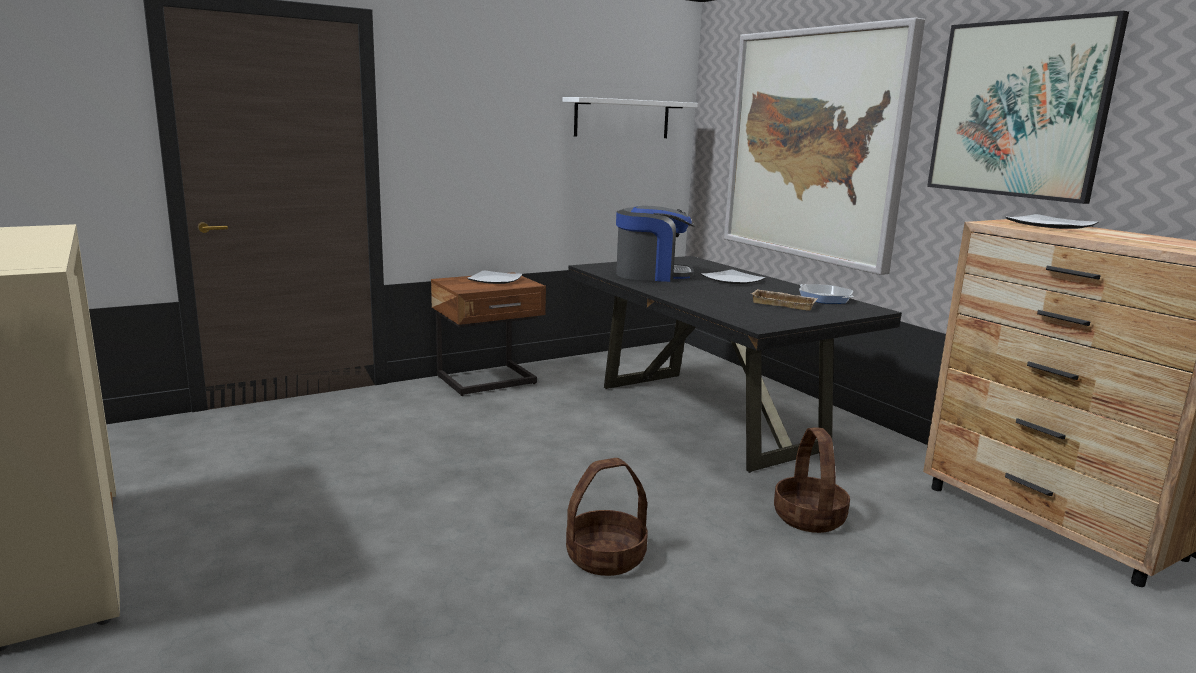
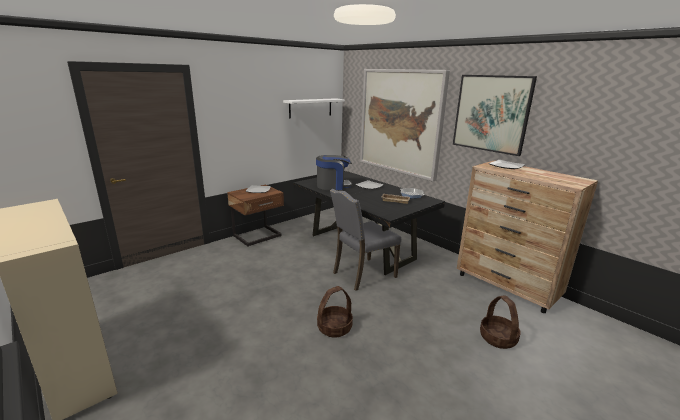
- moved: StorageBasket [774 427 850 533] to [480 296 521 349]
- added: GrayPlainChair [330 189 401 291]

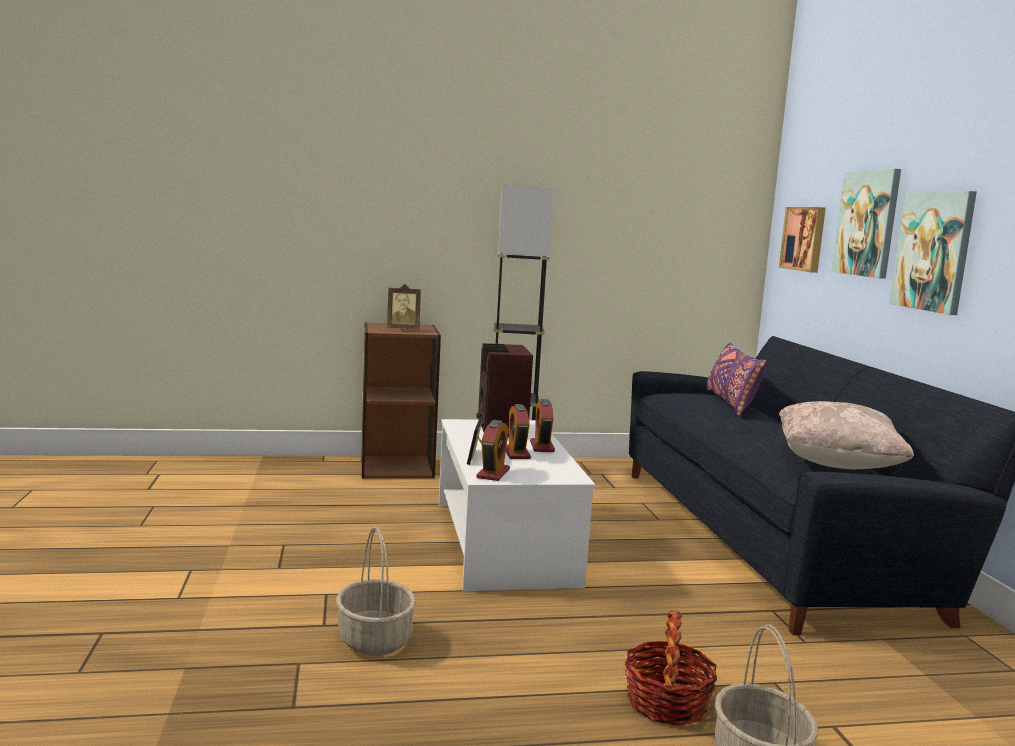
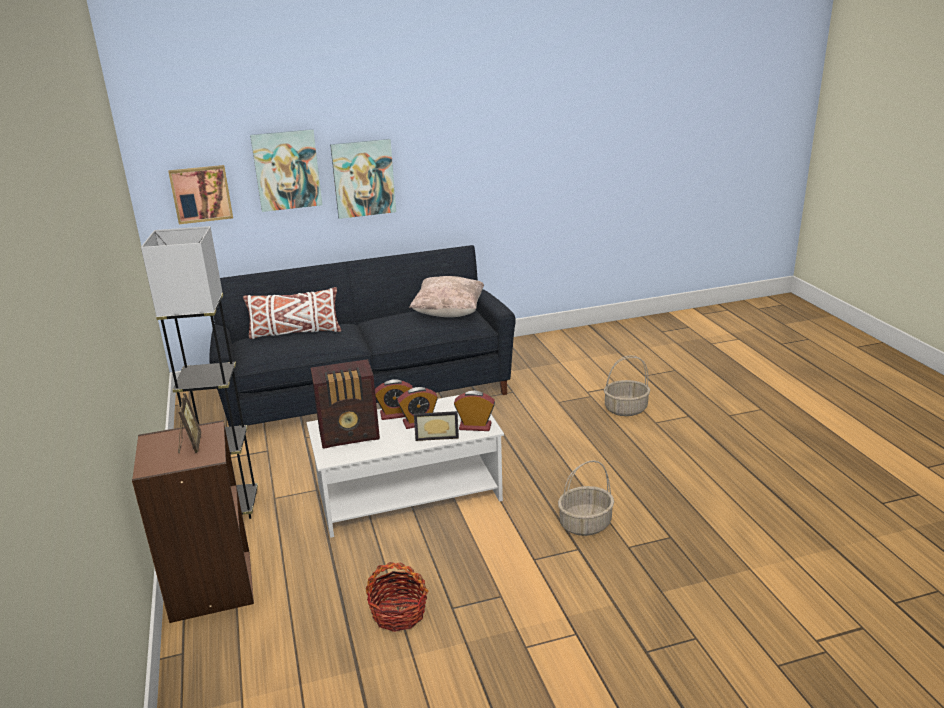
- recoloured: PurpleColouredPillow [706 343 767 416] to WhitishPillow [243 287 341 339]
- moved: StorageBasket [625 610 717 726] to [366 562 428 632]

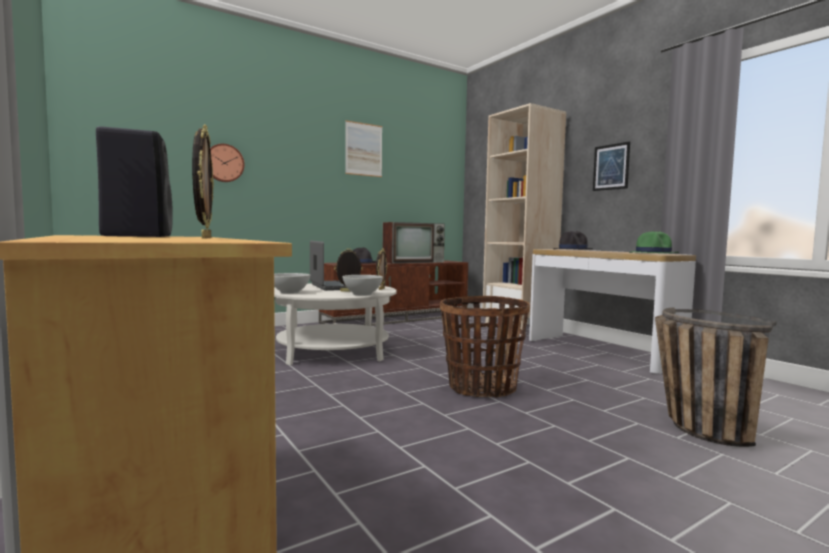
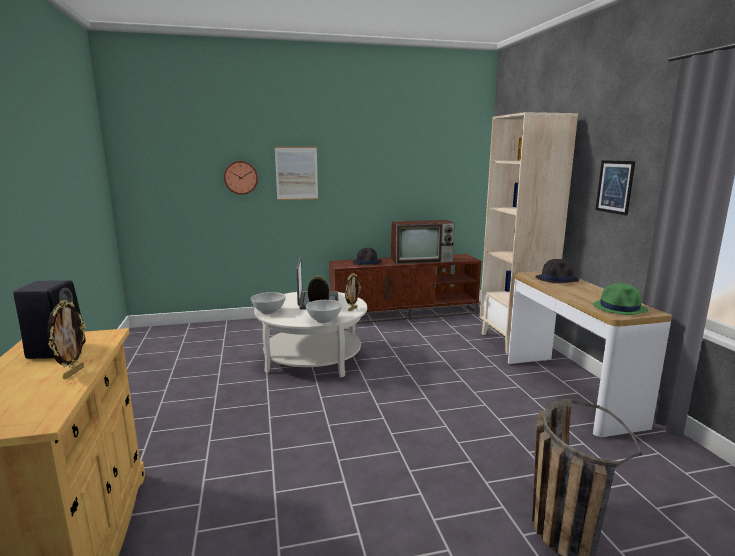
- moved: WallPicture [345 120 383 177] to [275 147 318 200]
- removed: StorageBasket [440 296 530 398]

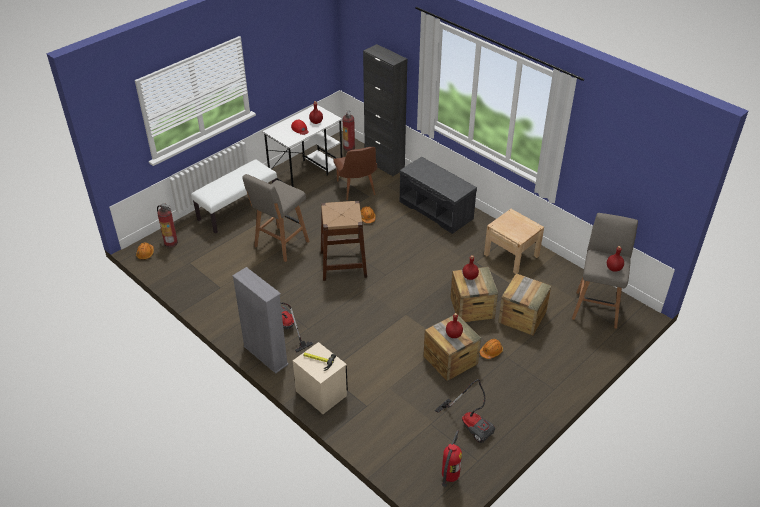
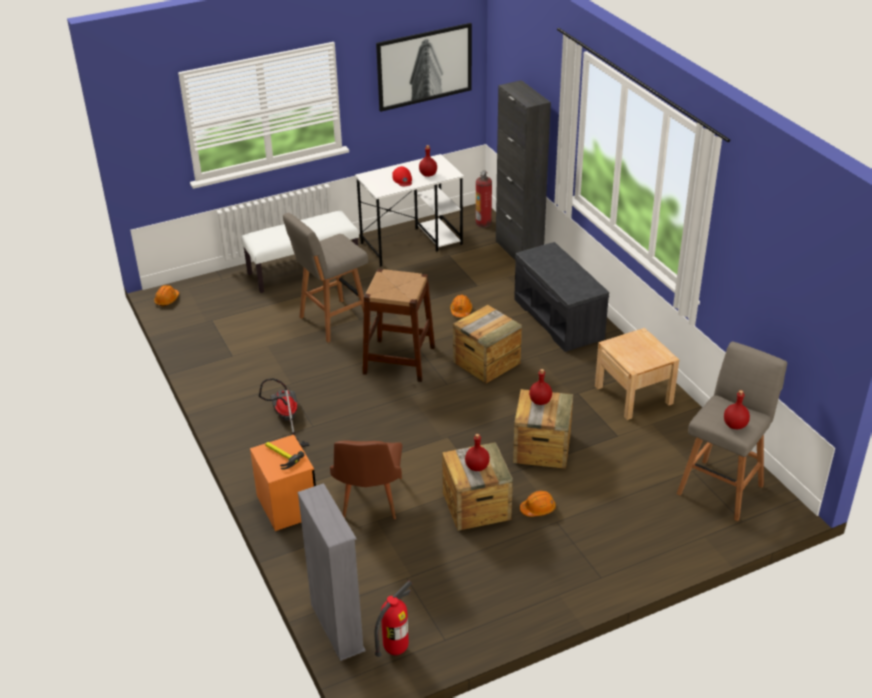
- moved: BrownPlainChair [333 147 377 200] to [330 440 402 519]
- removed: FireExtinguisher [157 204 178 247]
- moved: GrayBookshelf [232 267 289 374] to [297 483 366 661]
- moved: ShippingCrate [498 273 551 335] to [453 305 522 384]
- recoloured: BeigeNightTable [293 342 348 414] to OrangeColouredNightTable [250 435 316 531]
- removed: Hoover [435 379 495 443]
- added: WallPicture [376 23 472 112]

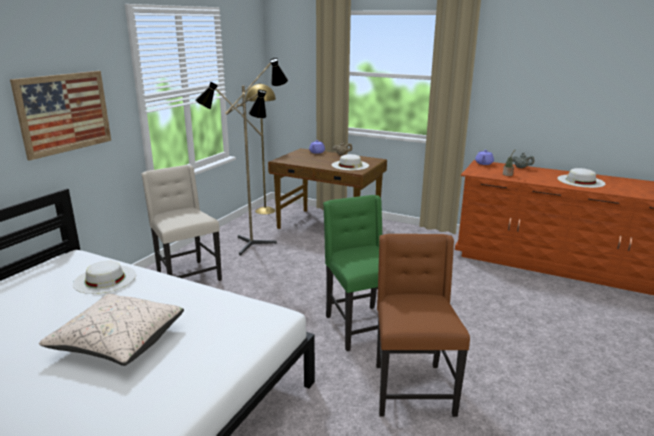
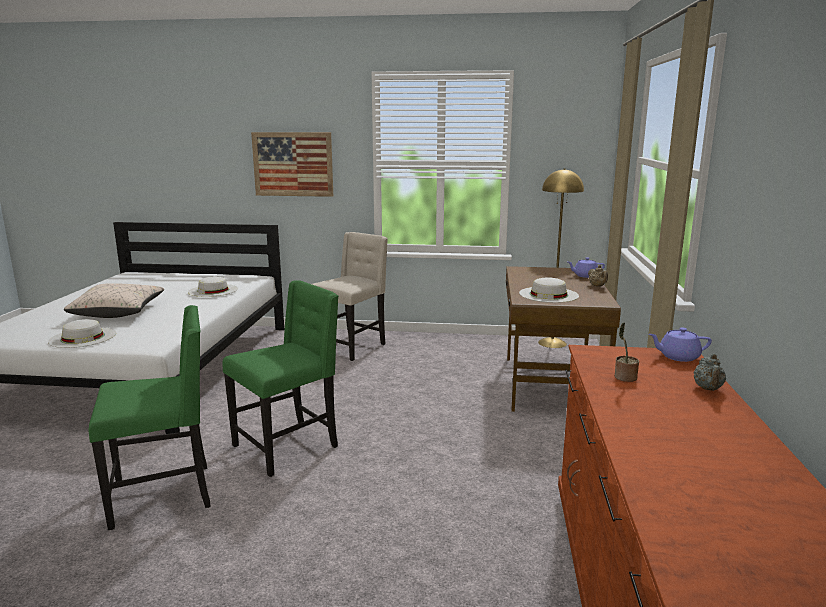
- removed: FloorLamp [195 58 288 255]
- moved: WhitishHat [557 168 606 188] to [48 319 116 348]
- recoloured: BrownPlainChair [376 234 470 417] to GreenColouredPlainChair [89 305 211 530]

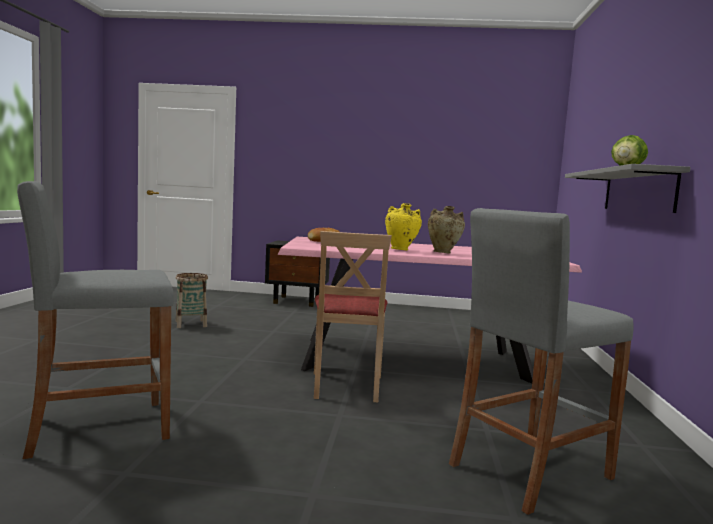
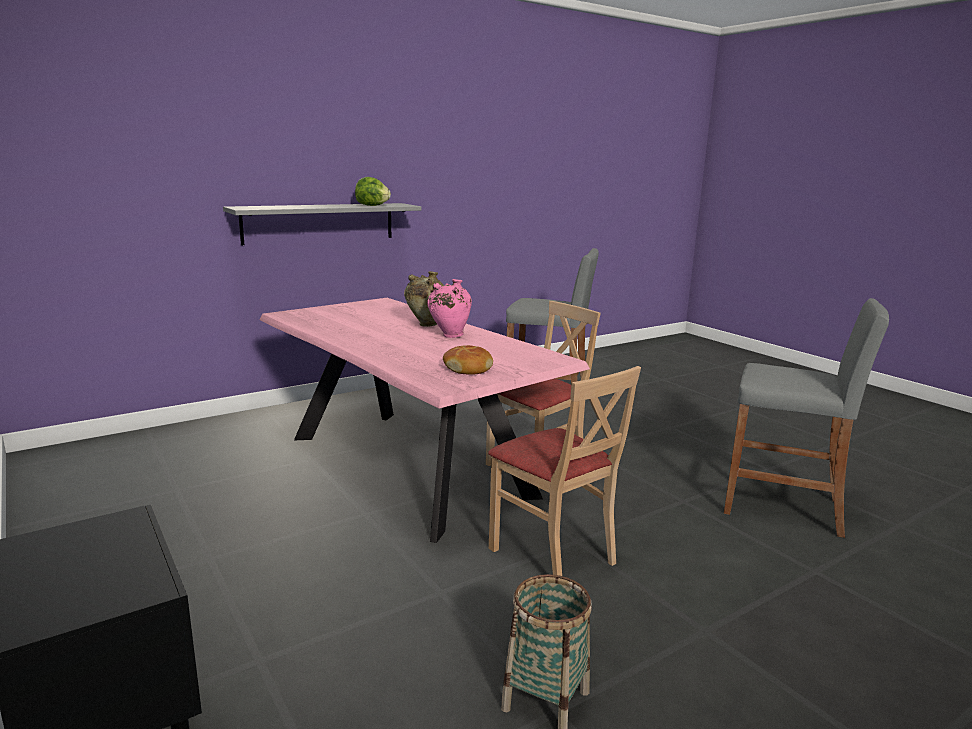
- recoloured: YellowColouredDecorativeVase [385 203 422 251] to PinkDecorativeVase [427 279 472 338]
- added: BeigePlainChair [488 366 641 576]

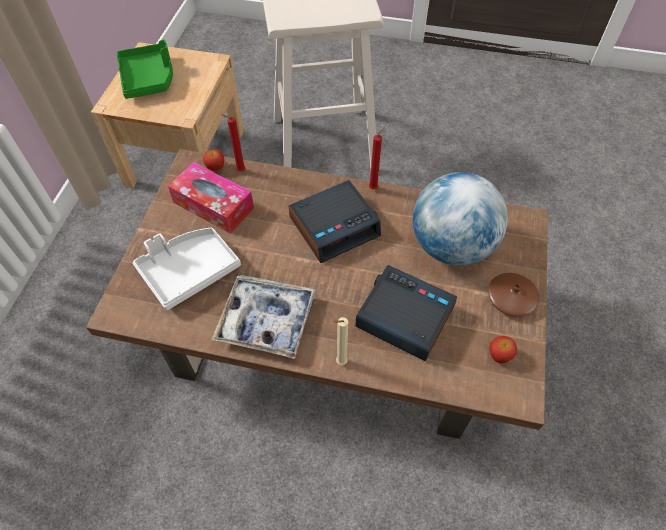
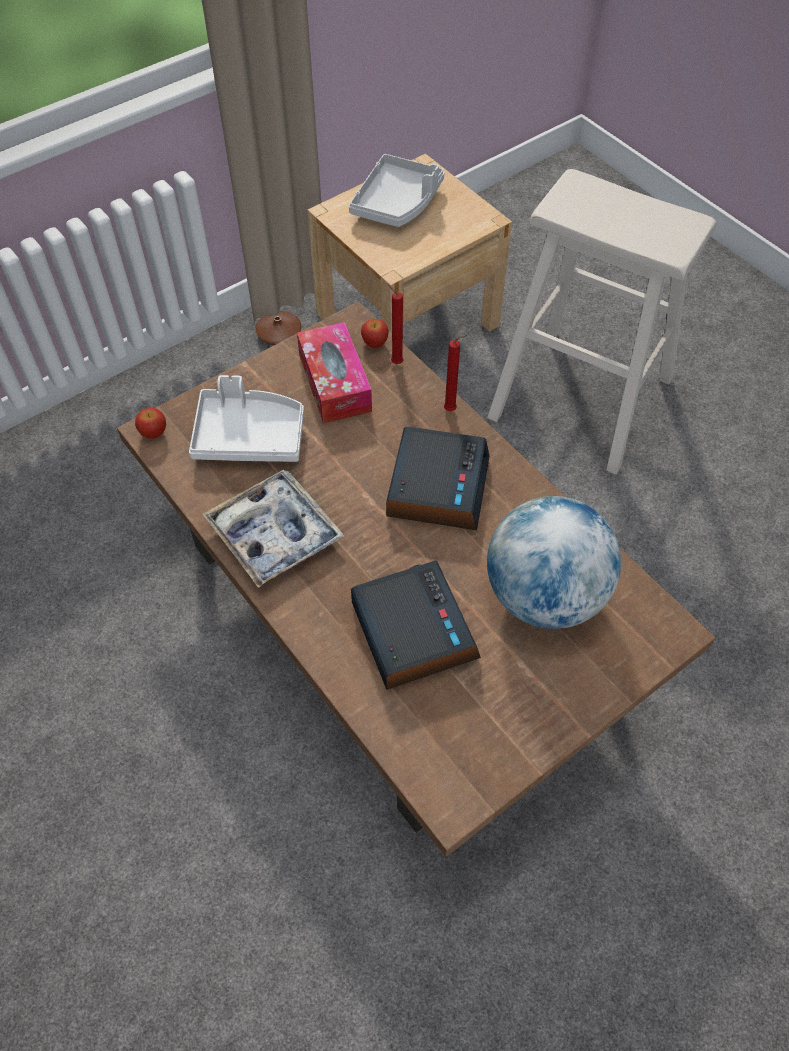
- recoloured: GreenColouredCarryingTray [117 39 173 99] to GrayCarryingTray [349 154 445 227]
- moved: RedWaxCandle [369 127 385 189] to [444 335 467 411]
- turned: TableClock [289 180 381 263] = [386 427 490 530] 90 degrees counterclockwise
- moved: BrownDecorativeVase [488 273 539 317] to [256 311 302 345]
- removed: BeigeWaxCandle [333 317 348 365]
- moved: AppleFruit [489 336 517 363] to [135 408 166 439]

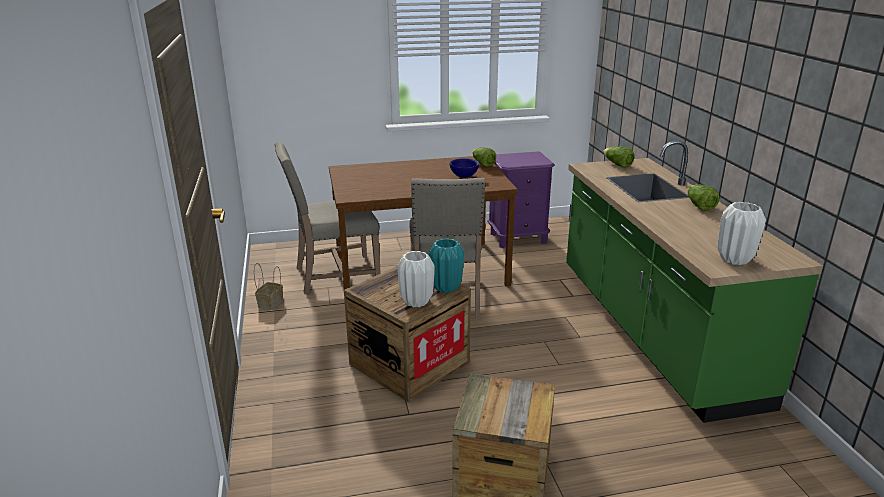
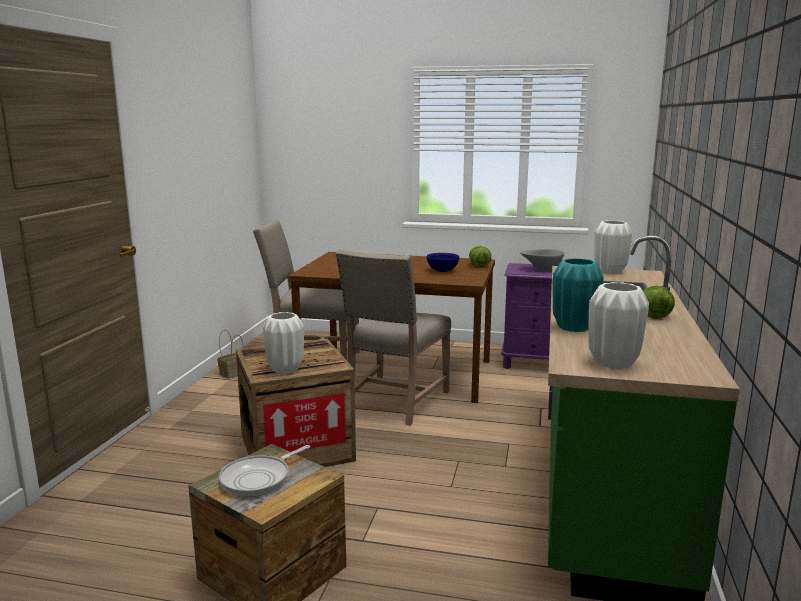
- replaced: LettuceHead [603 146 635 168] to WhitishDecorativeVase [594 220 632 274]
- moved: TurquoiseColouredDecorativeVase [429 238 464 293] to [553 258 604 332]
- added: GrayServingBowl [520 249 564 272]
- added: Pan [219 445 310 497]

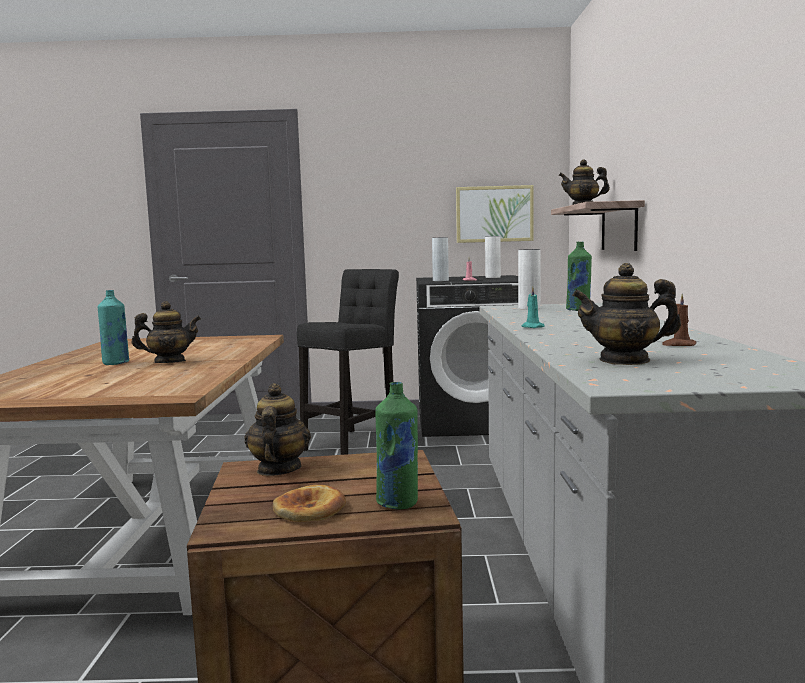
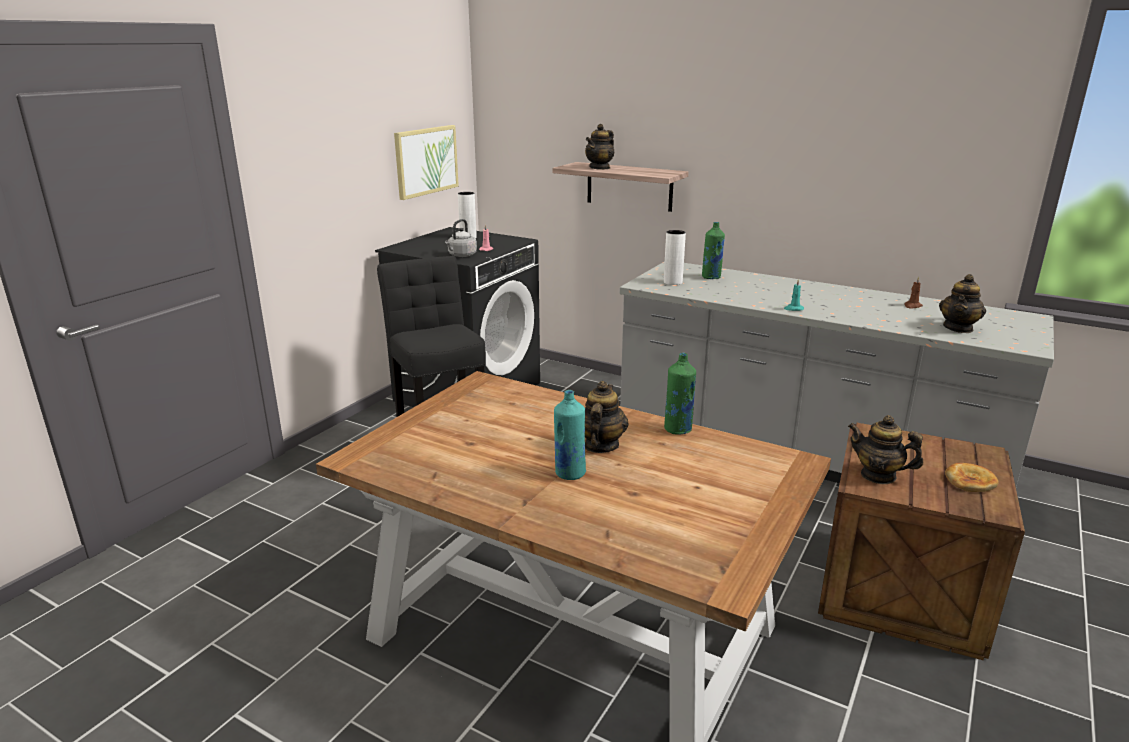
- replaced: GrayDecorativeVase [432 237 449 281] to GrayWaterKettle [445 219 477 257]
- moved: GreenColouredBeverageBottle [375 382 418 509] to [664 353 696 435]

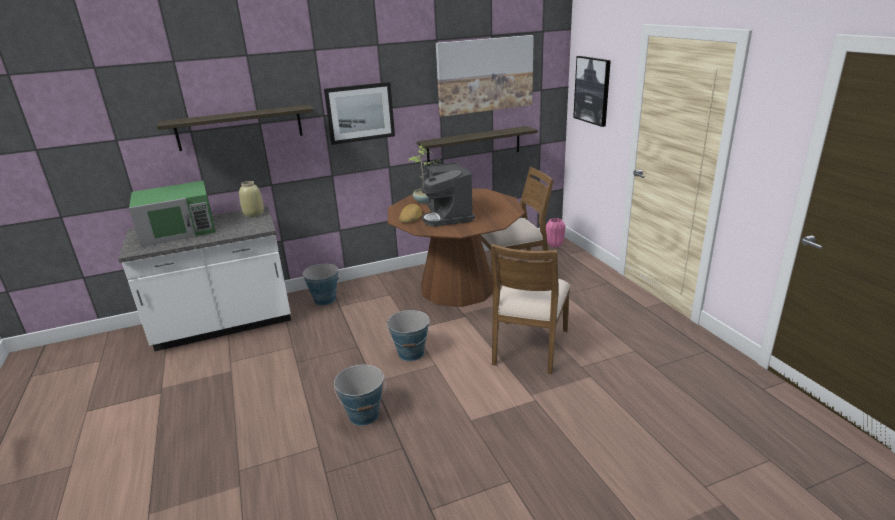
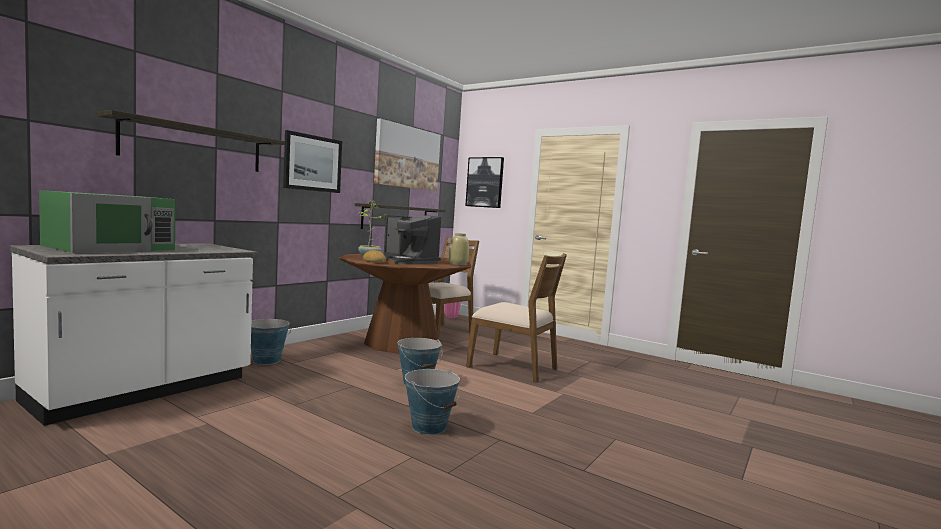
- moved: BeigeDecorativeVase [239 181 264 218] to [449 233 469 265]
- turned: BrownPlainChair [491 244 570 374] = [466 253 567 383] 45 degrees counterclockwise

